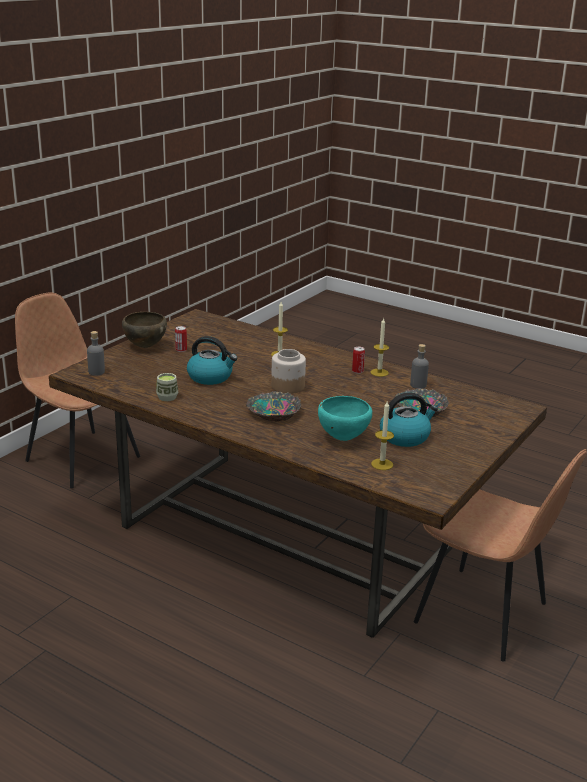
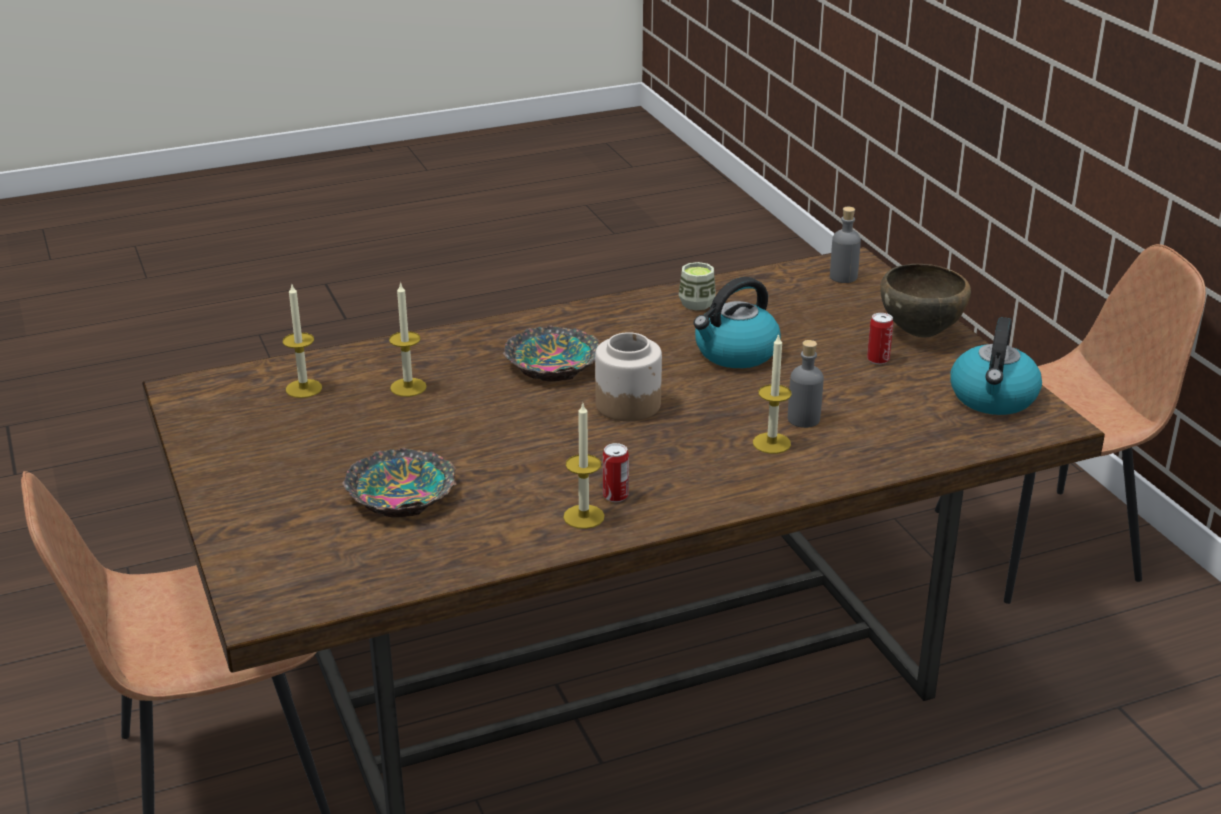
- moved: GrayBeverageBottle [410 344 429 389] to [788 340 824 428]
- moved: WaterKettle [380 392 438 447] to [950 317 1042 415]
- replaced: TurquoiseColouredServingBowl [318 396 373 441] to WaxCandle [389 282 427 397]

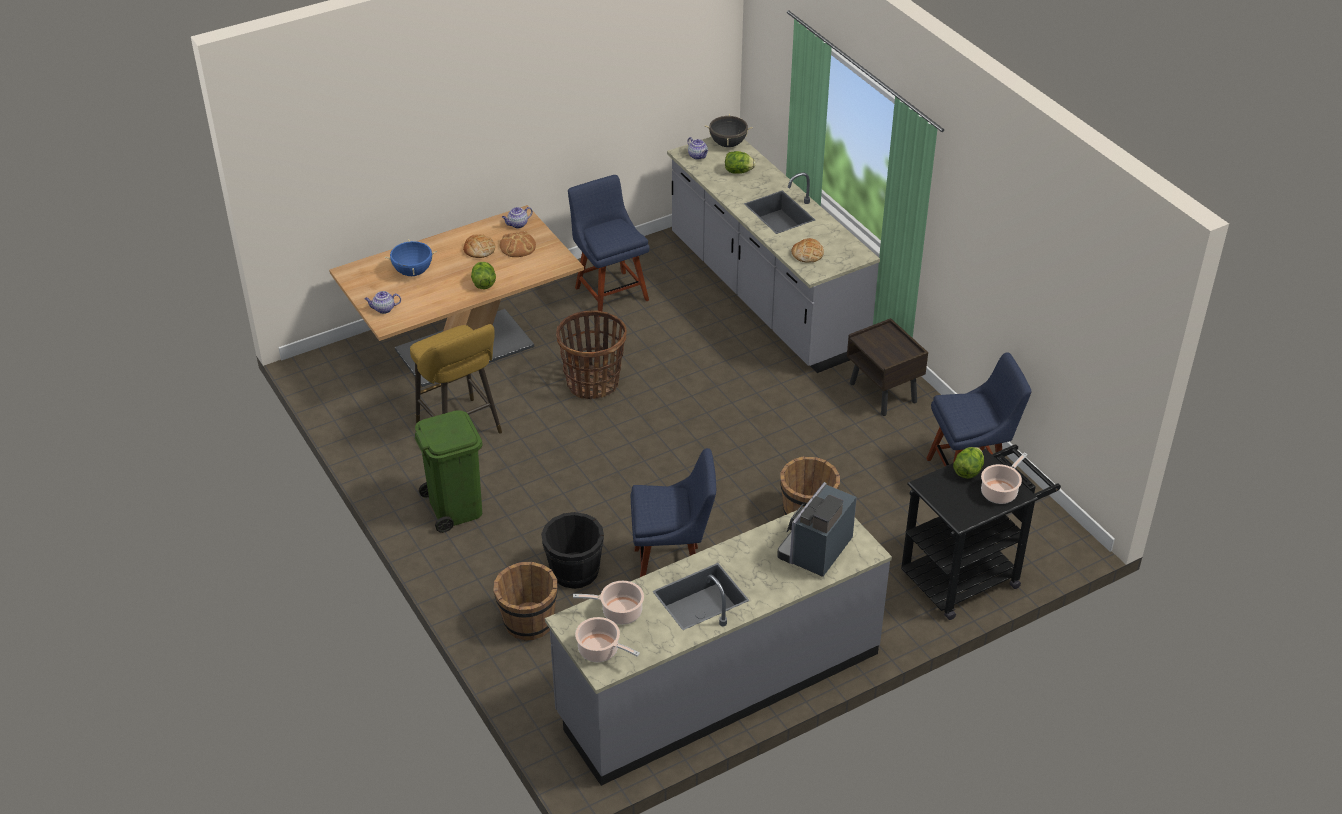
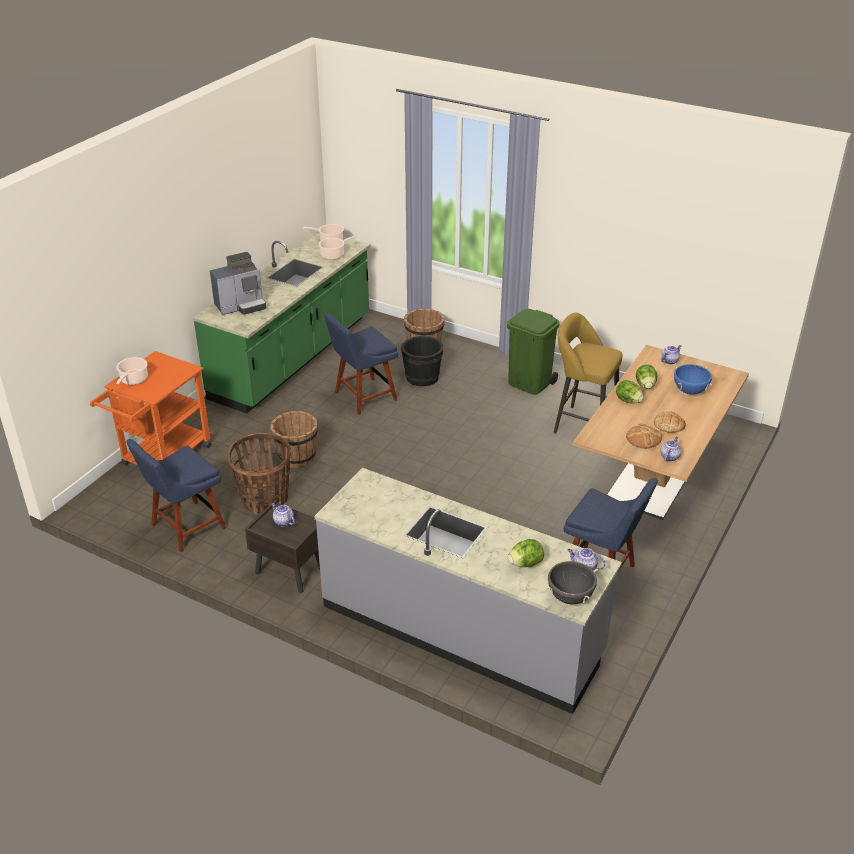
- removed: BakeryBread [791 238 824 263]
- moved: StorageBasket [556 311 627 400] to [228 433 291 514]
- recoloured: BlackCart [901 444 1061 620] to OrangeColouredCart [90 351 211 465]
- moved: LettuceHead [953 447 984 479] to [636 364 658 389]
- turned: CoffeeMaker [777 482 857 577] = [210 252 266 315] 60 degrees clockwise
- recoloured: GrayKitchenCounter [545 510 892 786] to GreenColouredKitchenCounter [193 231 371 414]
- added: PotForTea [271 503 295 527]

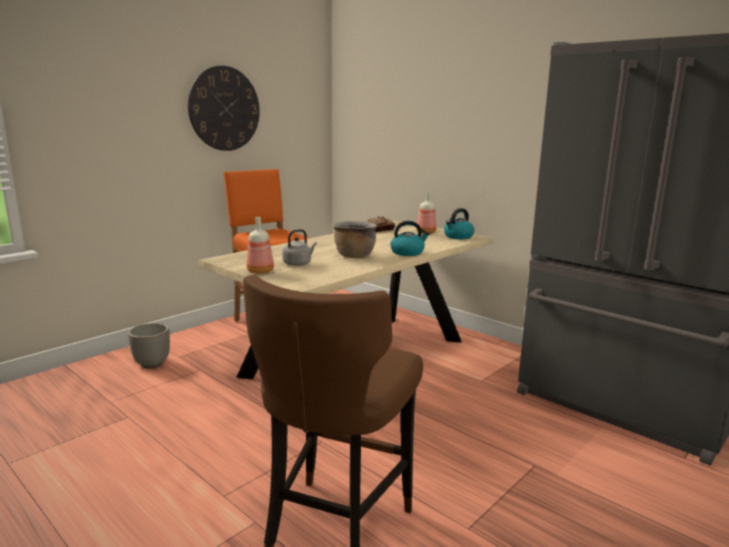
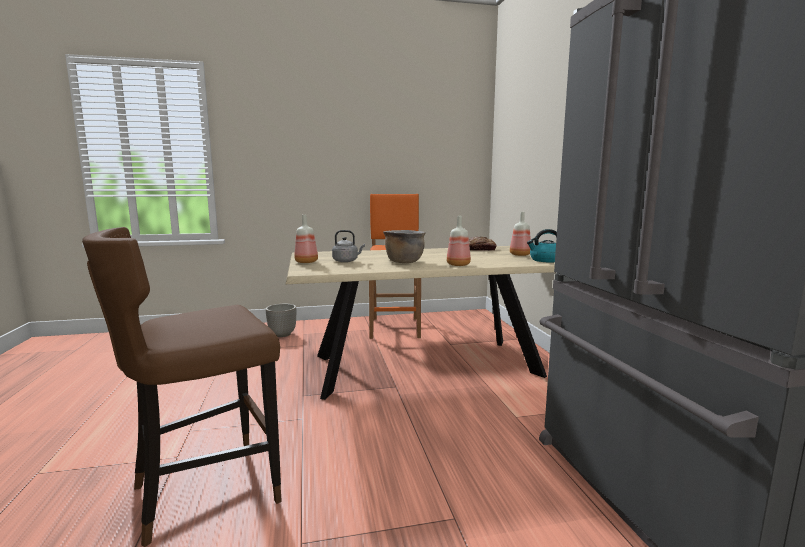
- removed: ClockOnTheWall [188 66 260 151]
- replaced: WaterKettle [390 221 430 256] to BeverageBottle [447 216 471 266]

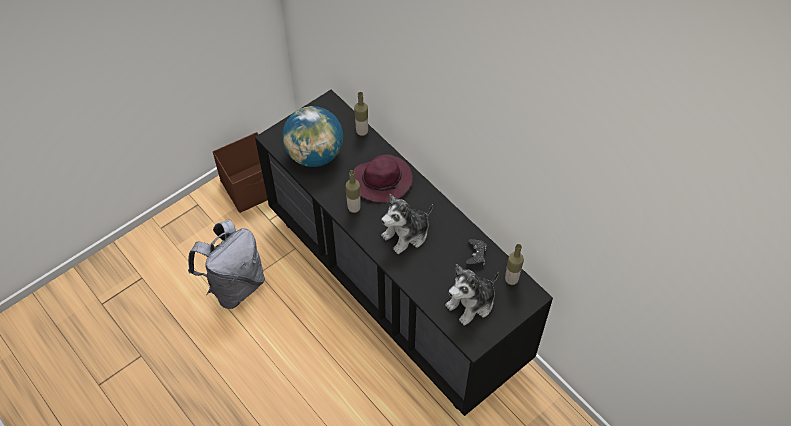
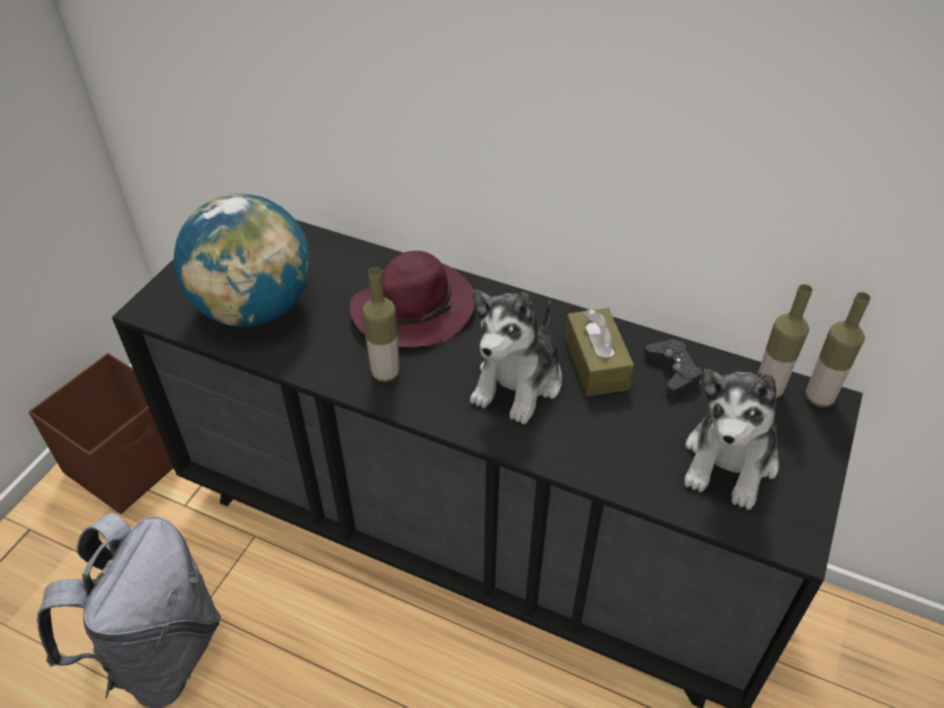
- moved: BeverageBottle [354 92 368 136] to [805 292 871 407]
- added: BrownTissueBox [565 308 634 396]

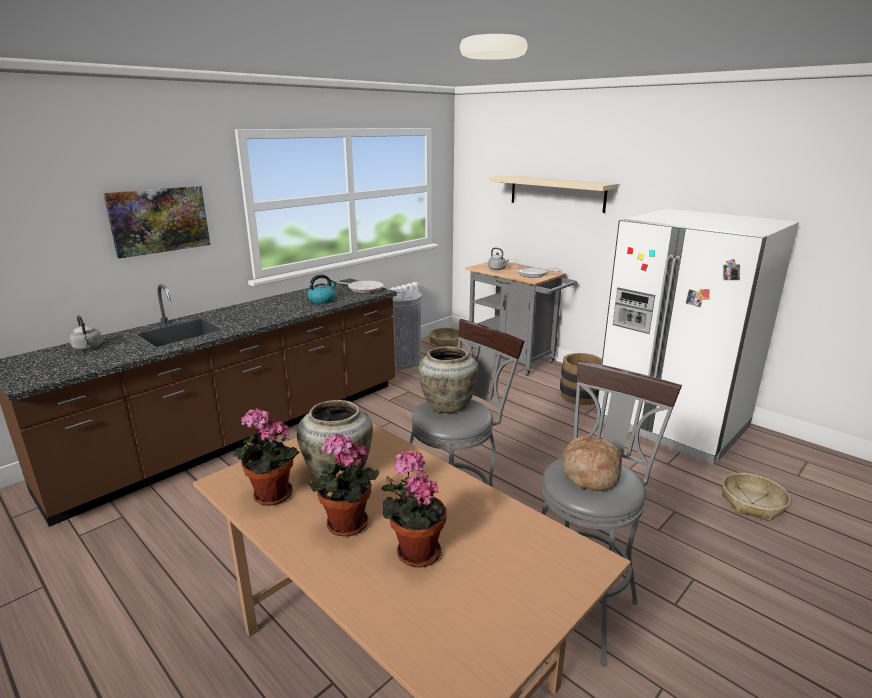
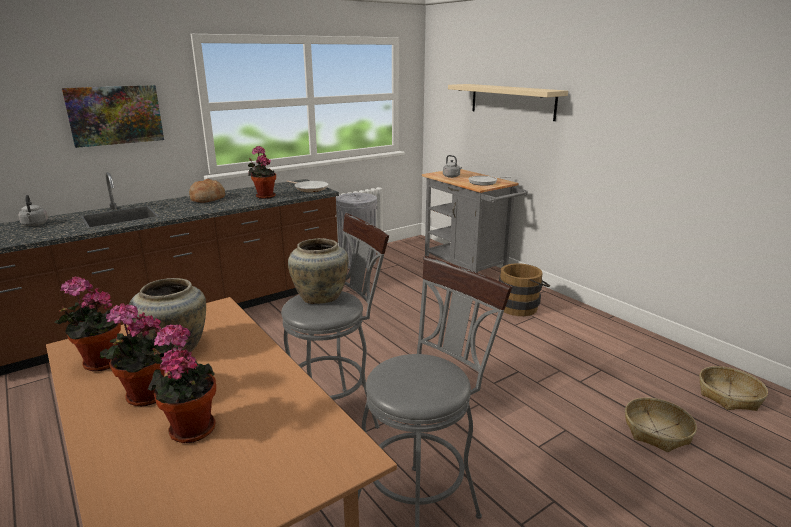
- removed: WhitishKitchenFridge [596 209 799 464]
- replaced: WaterKettle [307 274 337 304] to PlantInAPot [248 146 276 199]
- moved: StorageBasket [429 328 459 347] to [699 366 768 411]
- moved: BakeryBread [562 436 622 491] to [189 179 225 203]

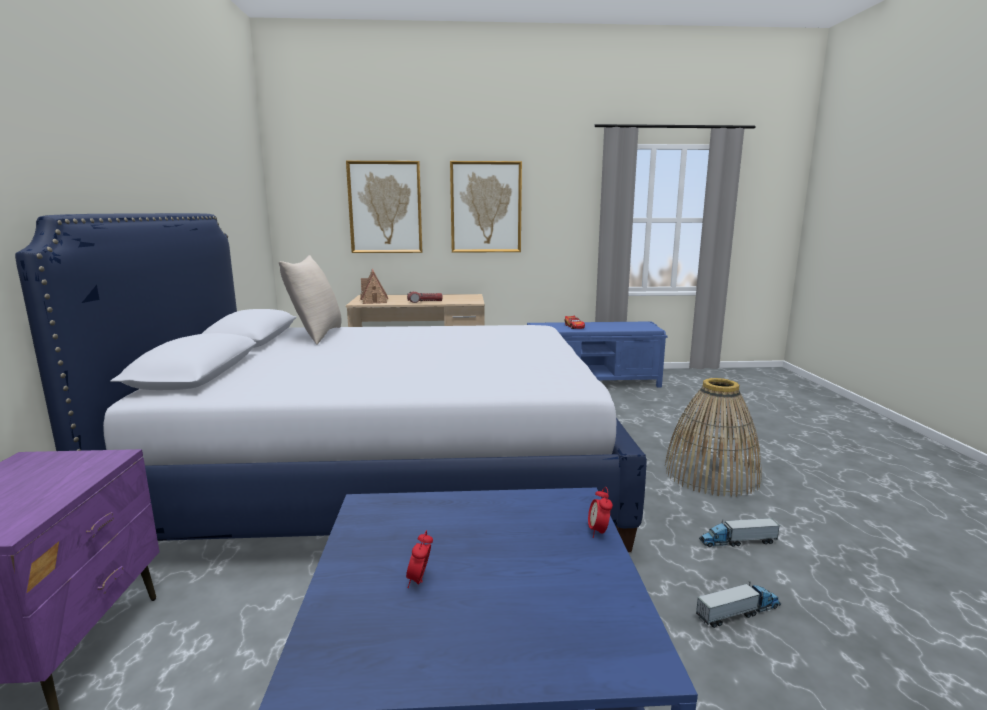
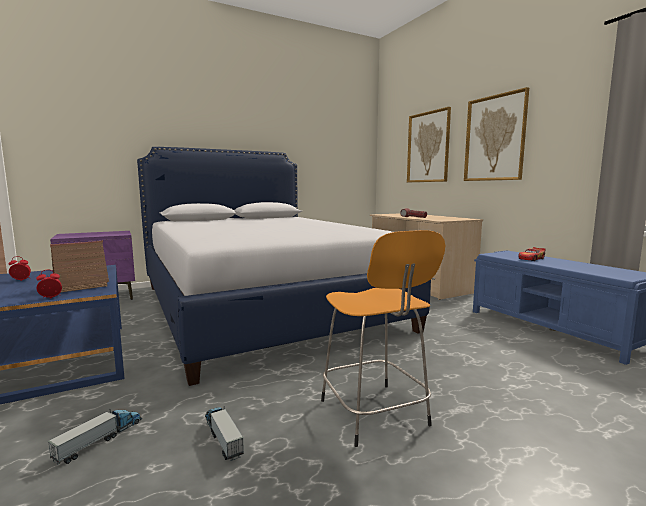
- removed: BeigePillow [279 255 342 345]
- moved: ToyHouse [360 269 388 304] to [50 240 109 292]
- replaced: StorageBasket [665 378 762 497] to OrangeColouredStoolSeat [321 230 445 447]
- turned: ModelTruck [696 581 781 628] = [48 409 142 464] 105 degrees counterclockwise

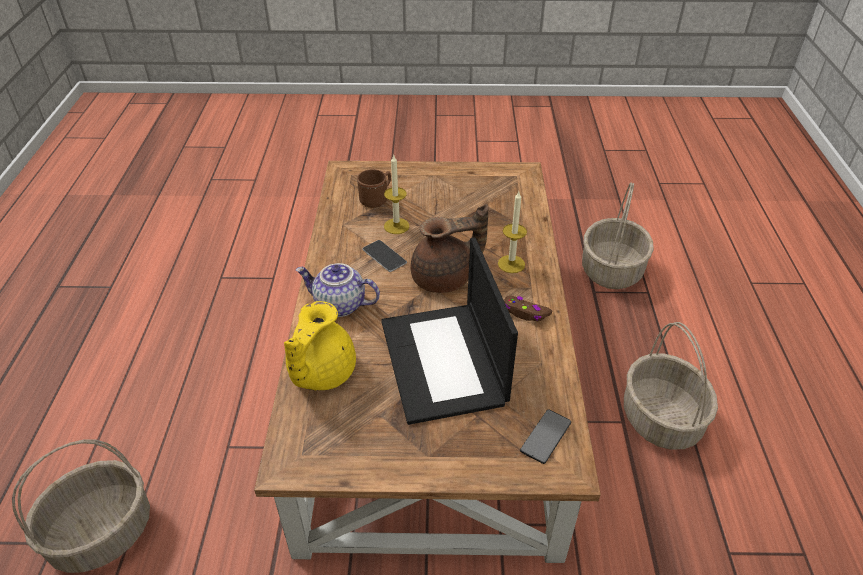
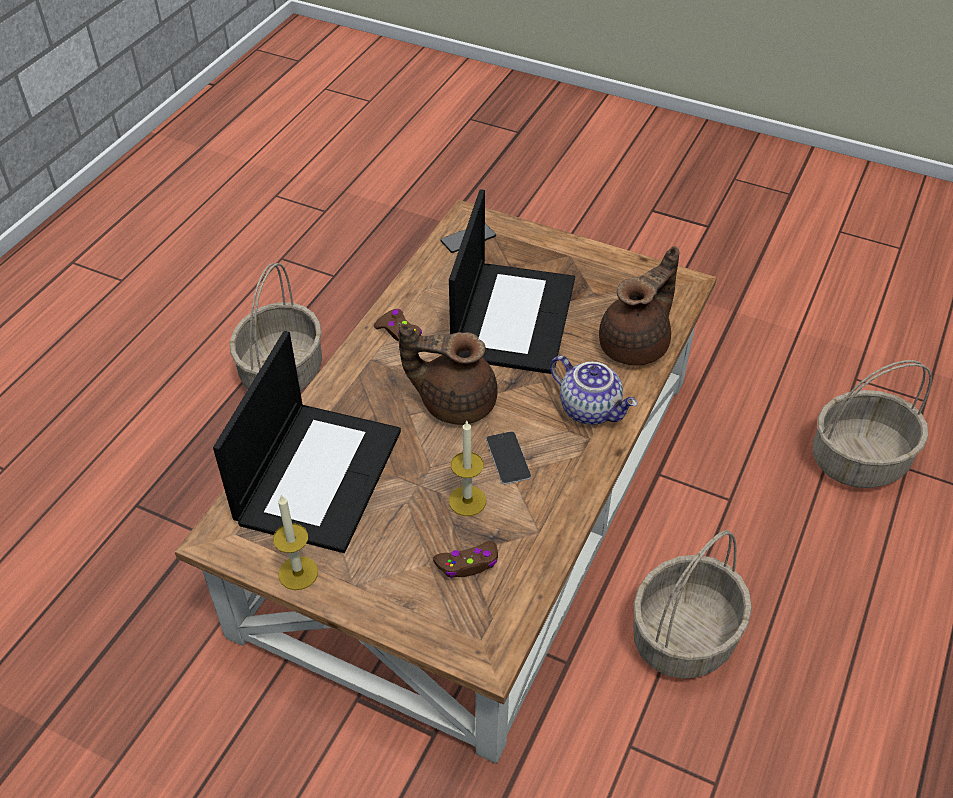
- replaced: BrownMug [357 169 391 208] to BrownJoypad [433 541 498 578]
- moved: StorageBasket [582 183 654 289] to [633 530 752 679]
- moved: WaxCandle [498 192 527 273] to [273 495 318 590]
- recoloured: YellowColouredPotForTea [284 301 356 390] to BrownPotForTea [599 246 679 365]
- added: PortableComputer [213 331 401 553]

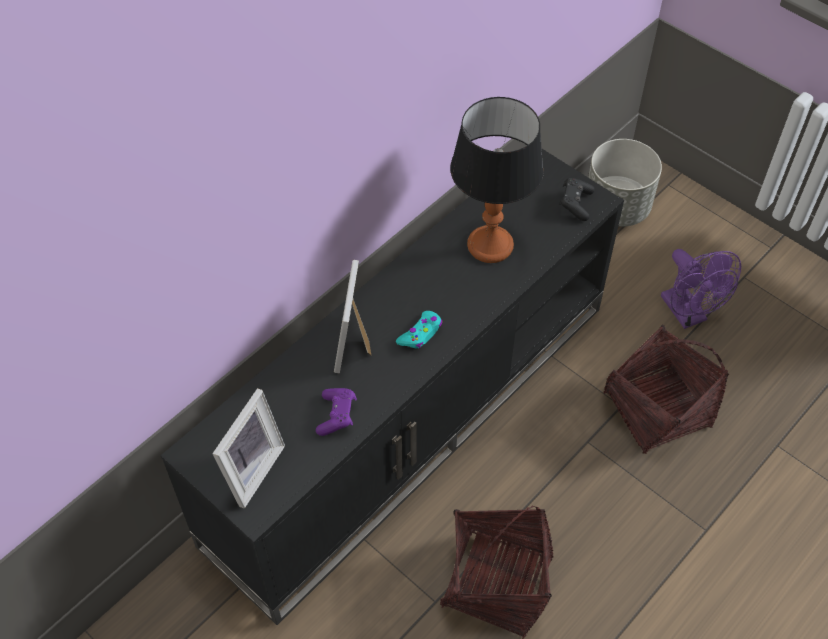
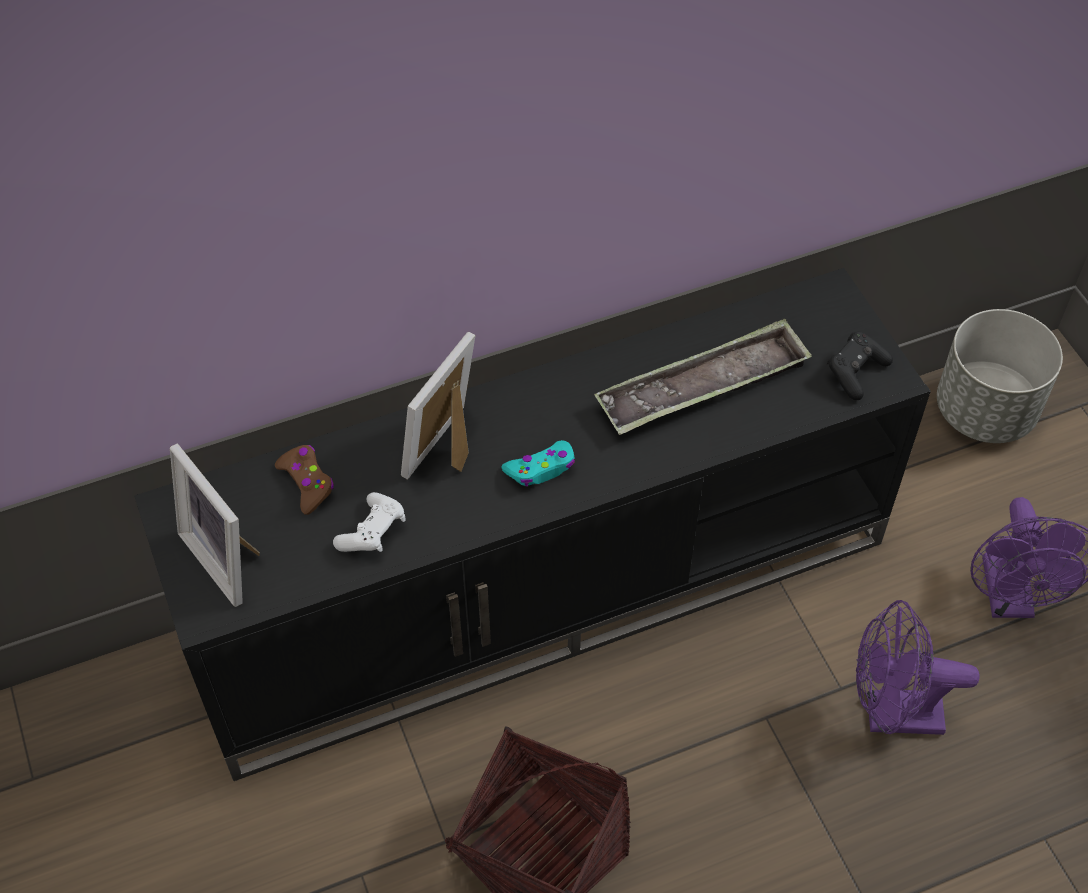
- replaced: TabletopLamp [450 97 544 263] to CarryingTray [594 318 812 435]
- replaced: StorageBasket [603 325 729 454] to PurpleColouredElectricFan [856 600 980 735]
- turned: PhotoFrame [213 388 285 508] = [170 443 260 607] 90 degrees clockwise
- recoloured: PurpleColouredJoypad [316 388 357 436] to WhitishJoypad [333 492 405 552]
- added: BrownJoypad [275 445 334 515]

